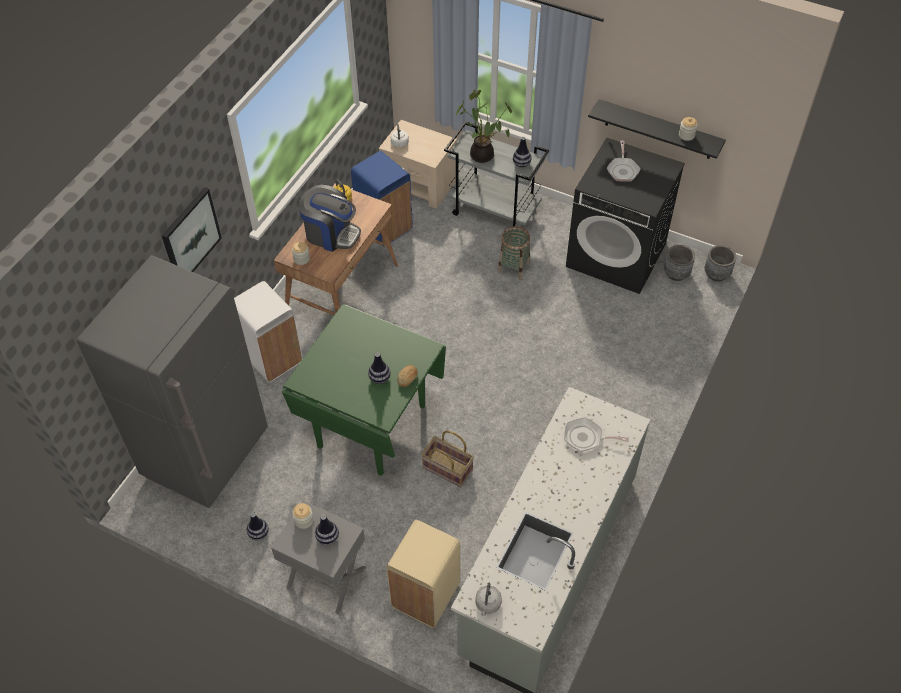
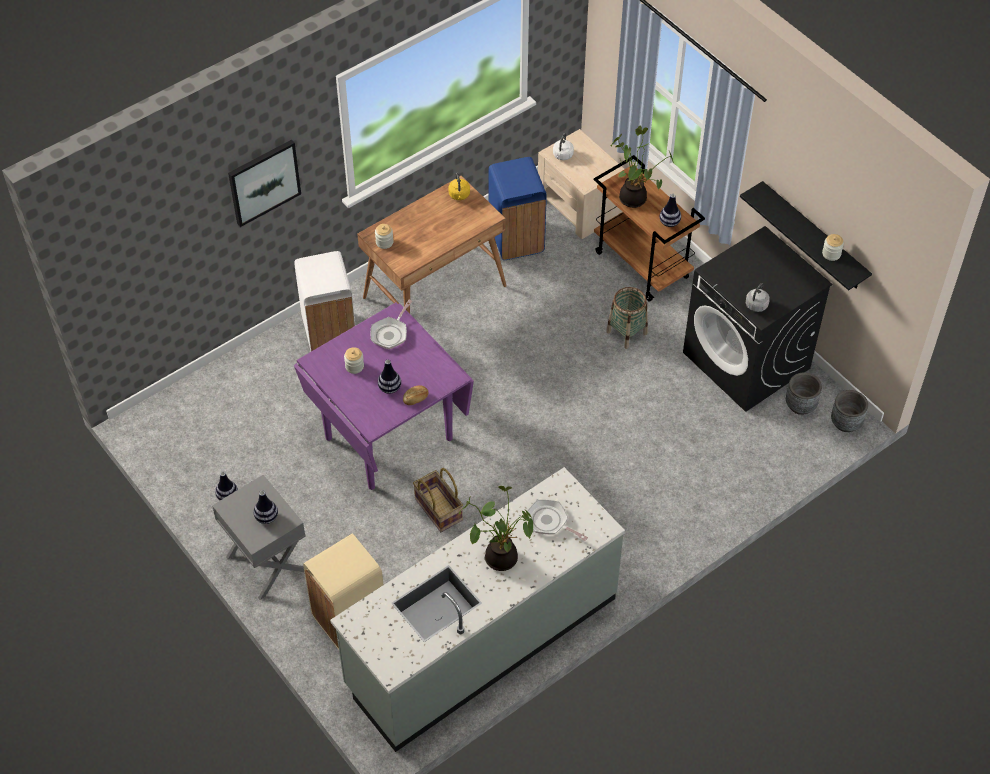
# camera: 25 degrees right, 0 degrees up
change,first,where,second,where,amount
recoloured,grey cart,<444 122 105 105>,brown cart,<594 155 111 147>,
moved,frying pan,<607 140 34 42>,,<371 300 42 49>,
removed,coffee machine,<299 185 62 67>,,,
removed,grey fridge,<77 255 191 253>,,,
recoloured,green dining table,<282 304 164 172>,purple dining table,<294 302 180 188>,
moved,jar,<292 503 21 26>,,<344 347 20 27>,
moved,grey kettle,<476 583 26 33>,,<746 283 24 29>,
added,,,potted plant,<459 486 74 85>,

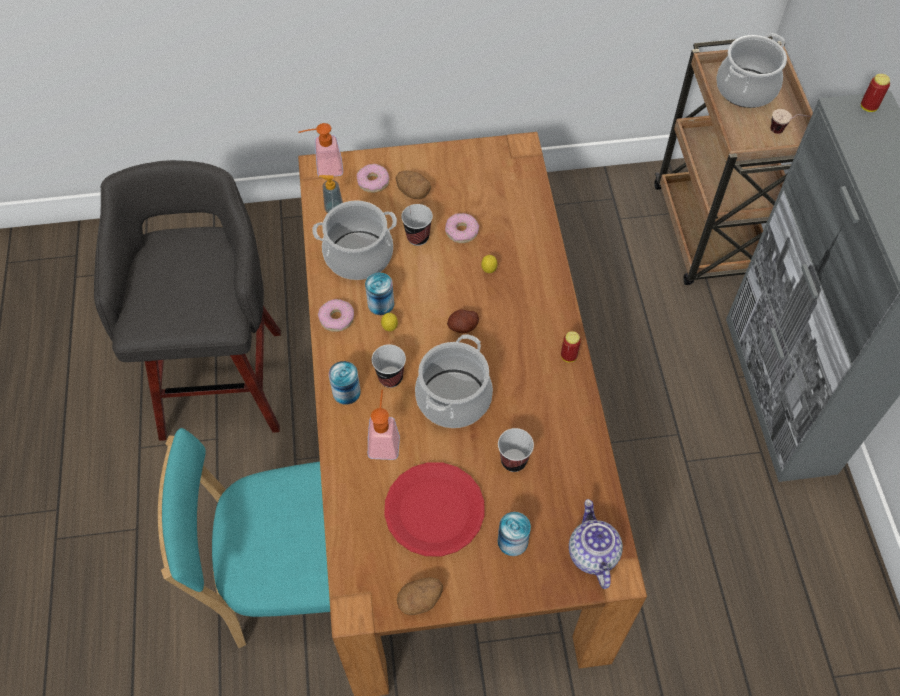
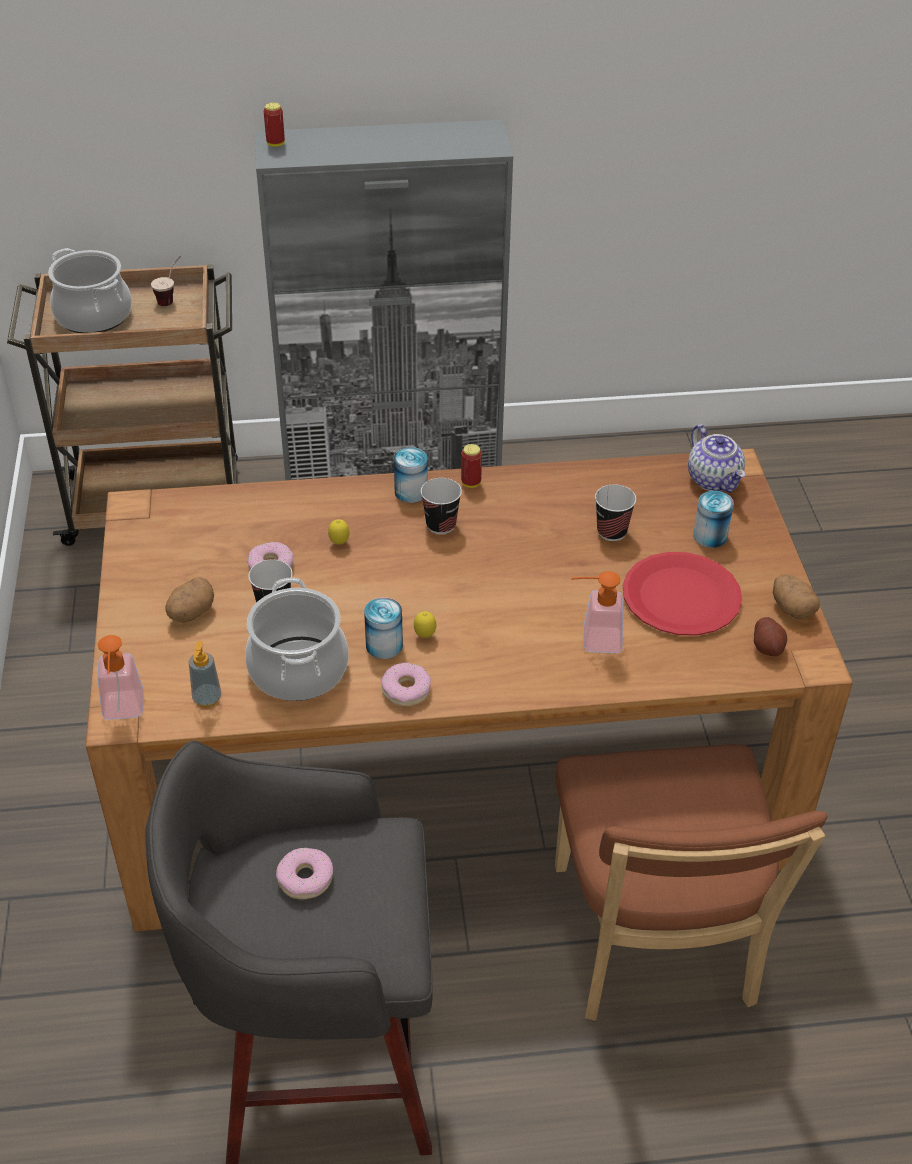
# camera: 90 degrees left, 15 degrees down
change,first,where,second,where,amount
moved,donut,<357 164 32 29>,,<276 848 57 52>,
moved,potato,<447 310 32 23>,,<754 617 33 39>,
removed,cooking pot,<415 334 78 94>,,,
moved,cup,<372 344 34 44>,,<421 478 41 56>,
moved,can,<329 361 32 44>,,<394 447 34 56>,
recoloured,turquoise chair,<158 428 172 220>,brown chair,<555 744 272 277>,
turned,teapot,<569 499 54 90>,,<688 424 57 69>,105 degrees counterclockwise

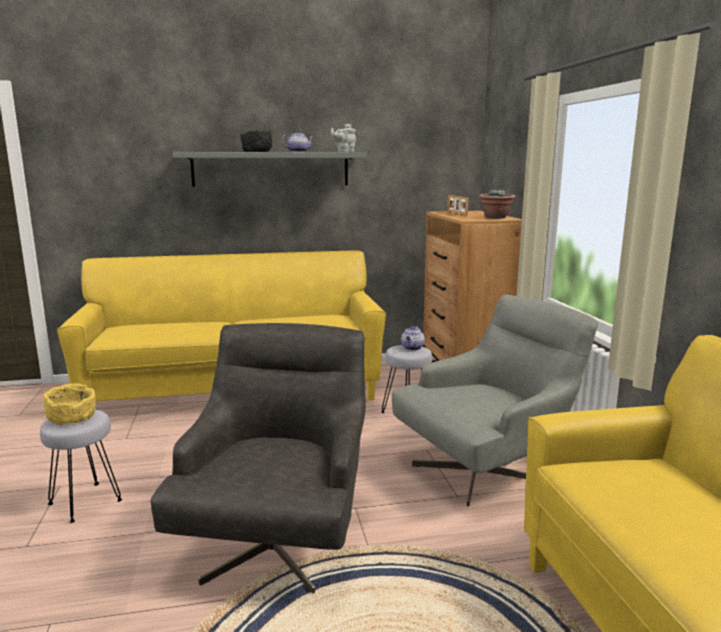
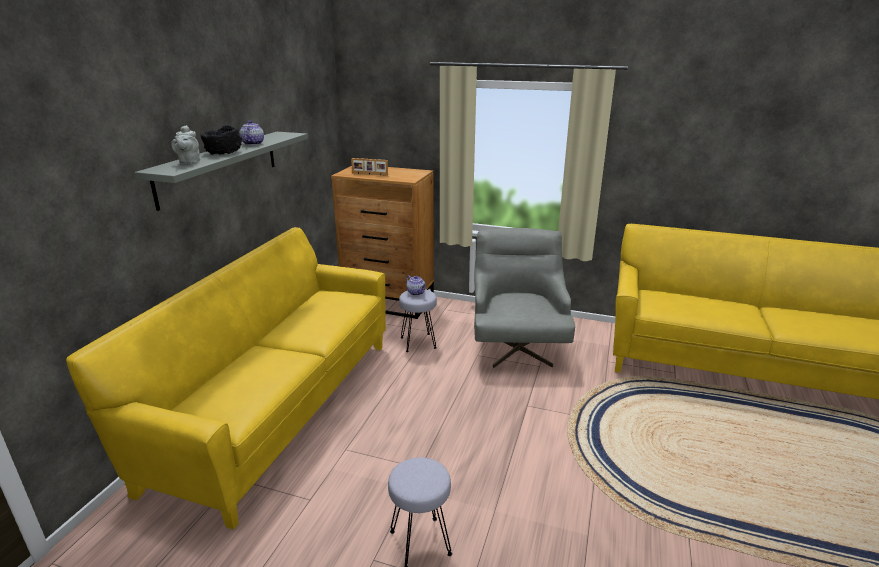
# camera: 60 degrees left, 10 degrees up
change,first,where,second,where,amount
moved,grey teapot,<331 124 25 28>,,<171 125 29 39>,
removed,potted plant,<479 188 37 31>,,,
removed,grey armchair,<151 323 215 270>,,,
removed,yellow bowl,<43 383 53 42>,,,

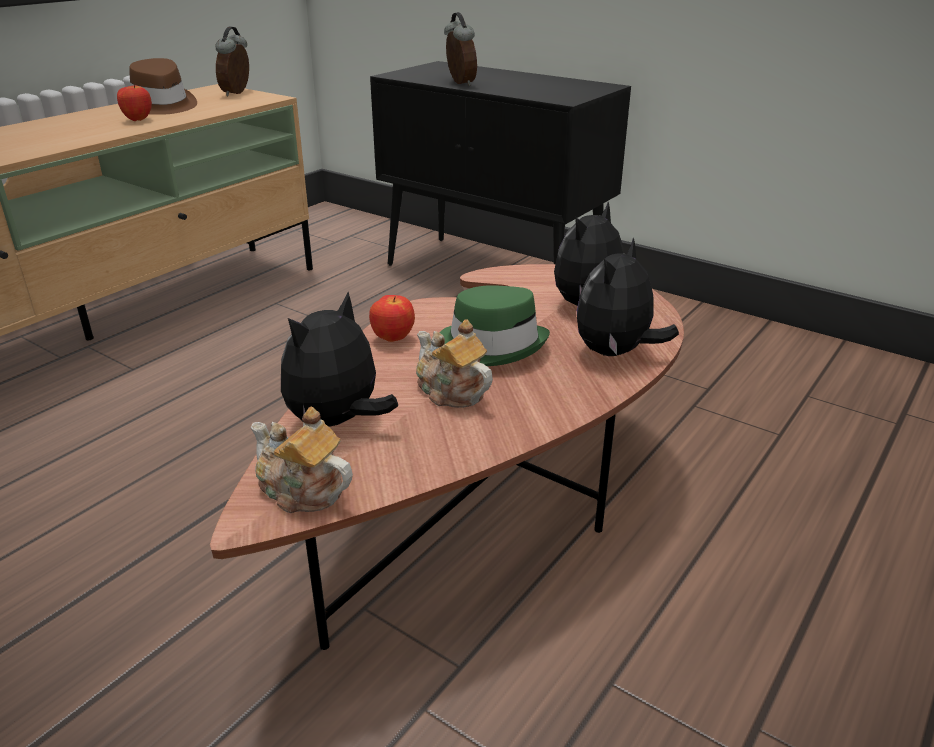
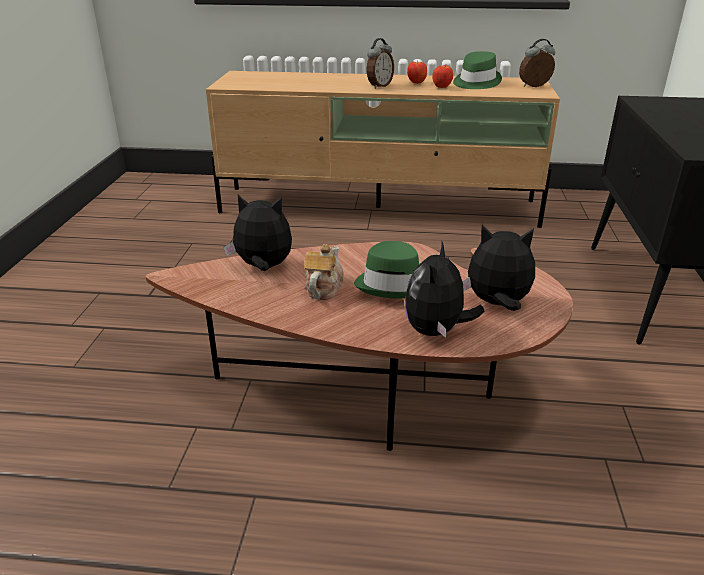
# camera: 60 degrees right, 0 degrees up
change,first,where,second,where,amount
moved,alarm clock,<444 12 33 74>,,<367 38 27 51>,
recoloured,brown hat,<129 58 68 57>,green hat,<453 51 49 38>,
turned,plush toy,<577 238 102 118>,,<404 242 80 96>,75 degrees counterclockwise
moved,apple,<369 295 46 47>,,<407 62 20 22>,
removed,teapot,<250 407 103 106>,,,

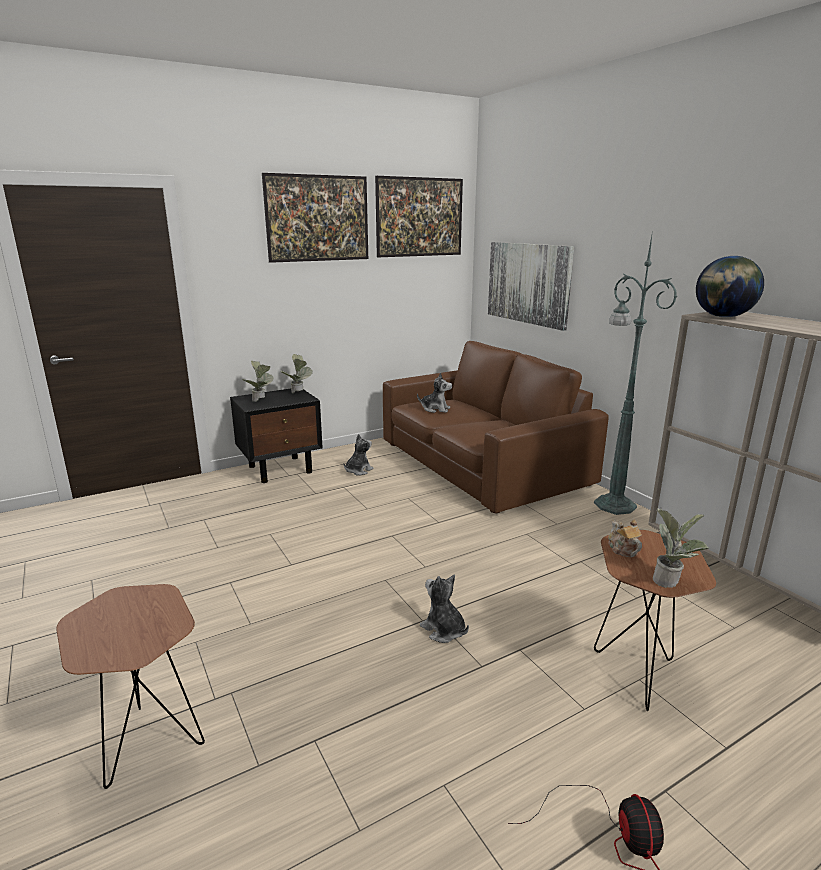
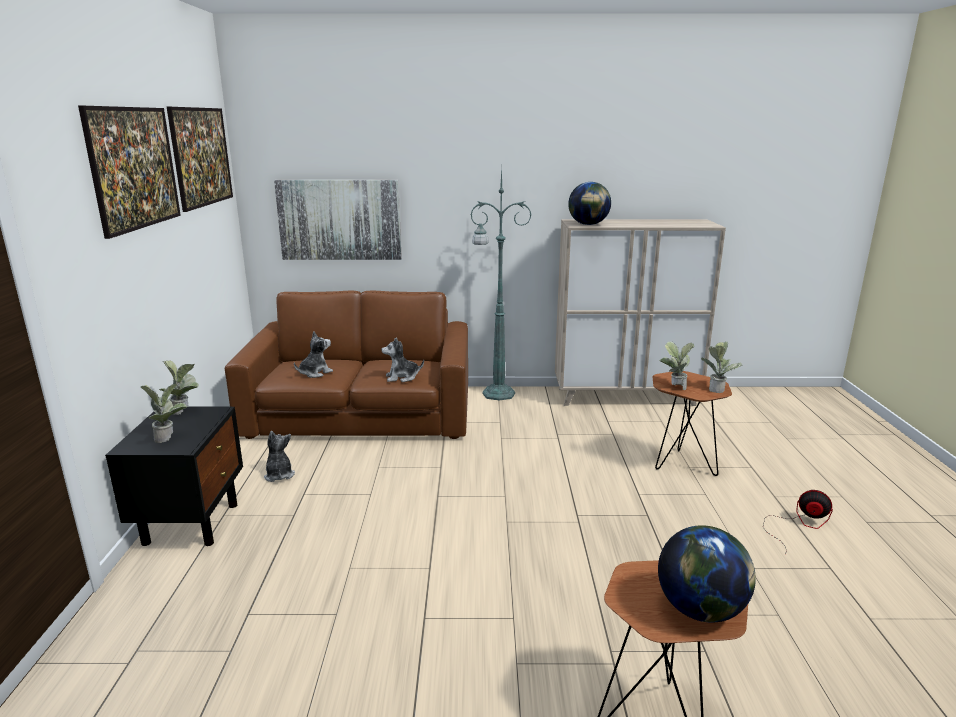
# camera: 60 degrees left, 0 degrees up
change,first,where,second,where,amount
replaced,teapot,<608 519 34 38>,potted plant,<660 341 34 49>,
moved,plush toy,<420 574 49 69>,,<381 338 43 44>,
added,,,globe,<658 525 98 98>,

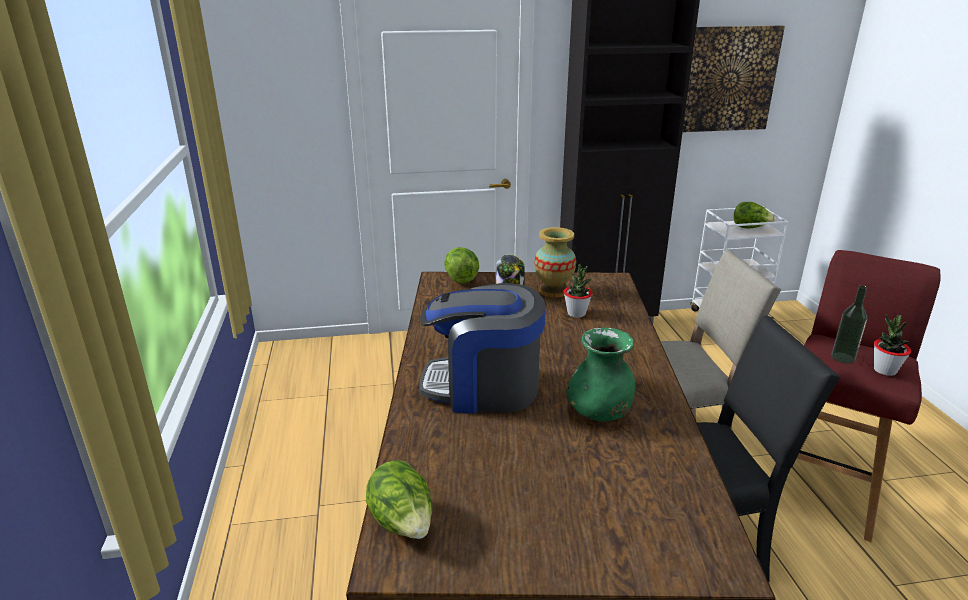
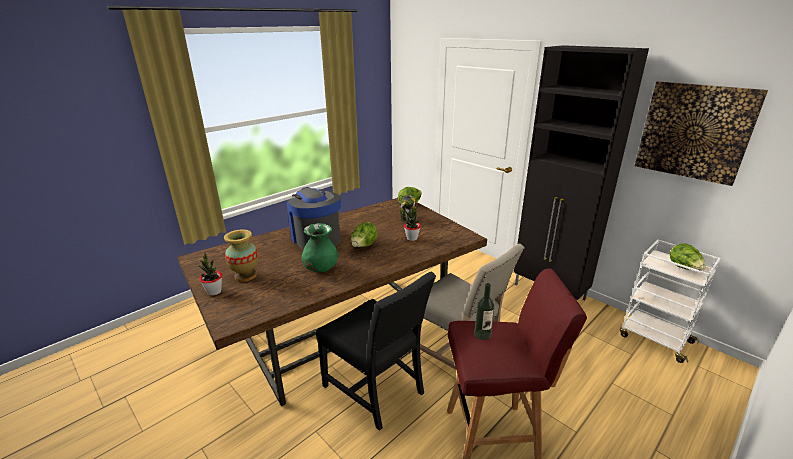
# camera: 55 degrees right, 0 degrees up
change,first,where,second,where,amount
moved,vase,<534 227 42 71>,,<224 229 34 53>,
moved,potted plant,<874 315 37 61>,,<198 253 24 43>,
moved,lettuce,<366 460 67 79>,,<351 222 27 25>,

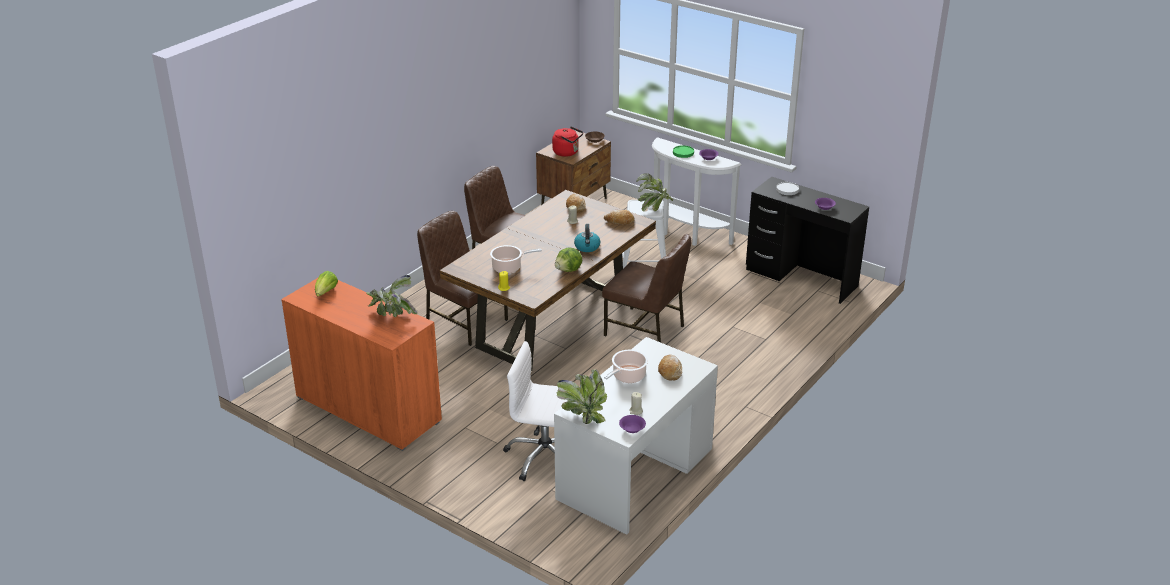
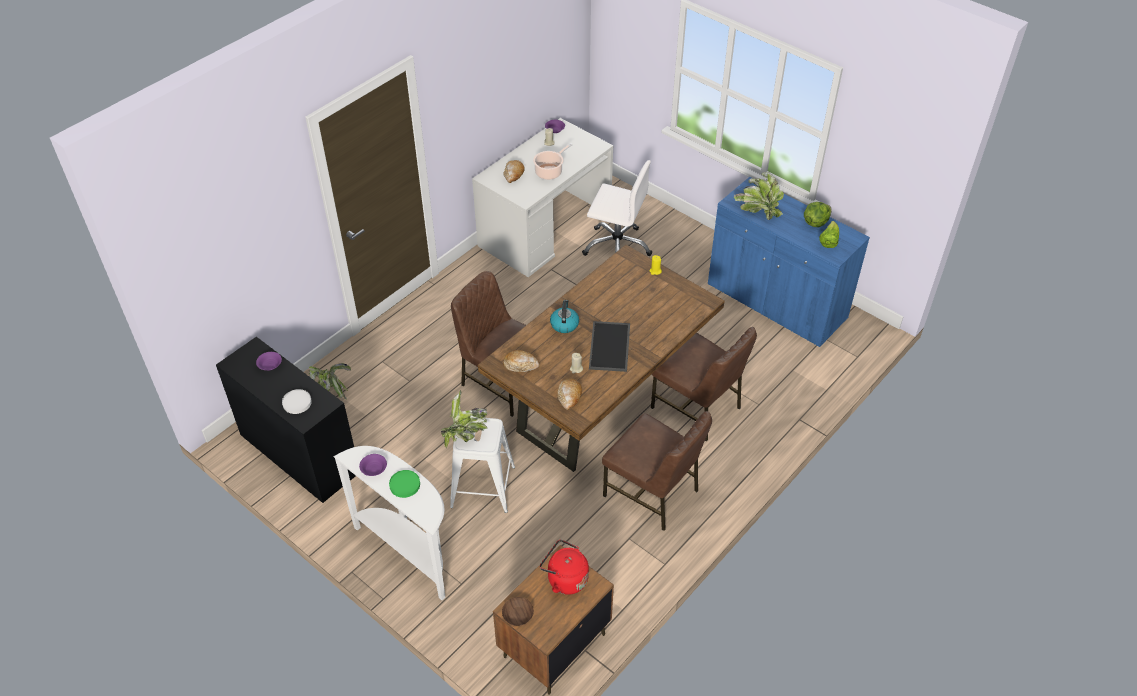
# camera: 175 degrees left, 15 degrees up
change,first,where,second,where,amount
removed,cooking pot,<490 245 52 29>,,,
moved,lettuce,<555 248 27 24>,,<804 202 28 25>,
recoloured,orange cabinet,<281 278 161 173>,blue cabinet,<708 177 162 170>,
moved,potted plant,<556 369 51 55>,,<309 363 42 37>,
added,,,tray,<589 321 41 51>,

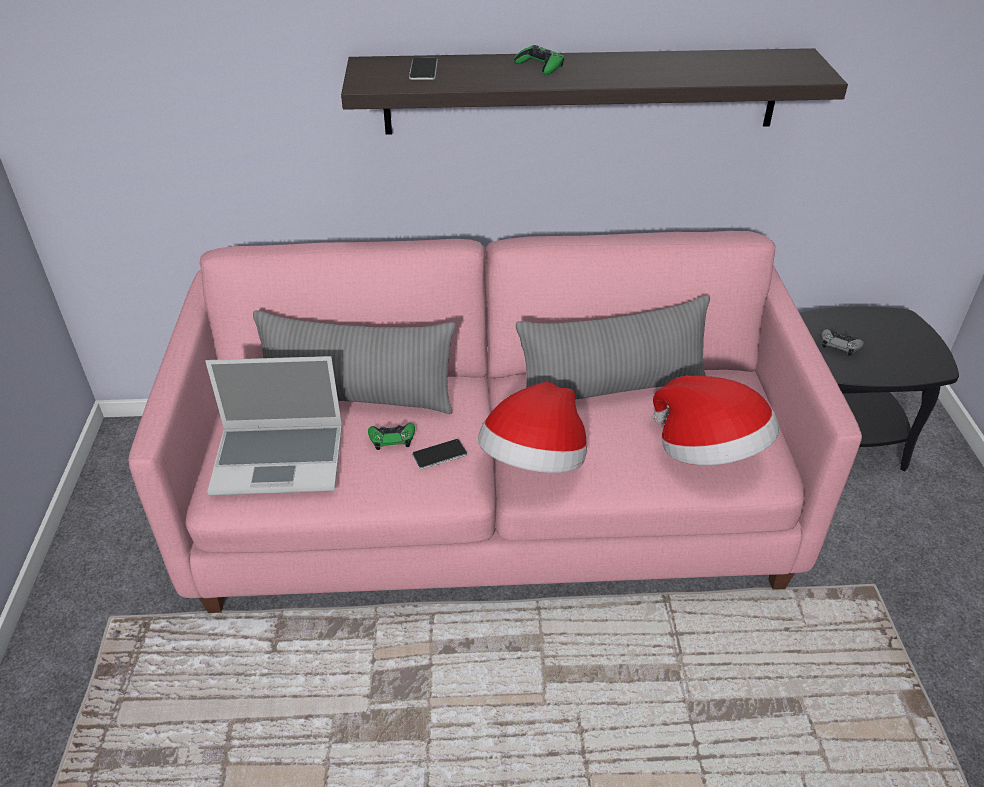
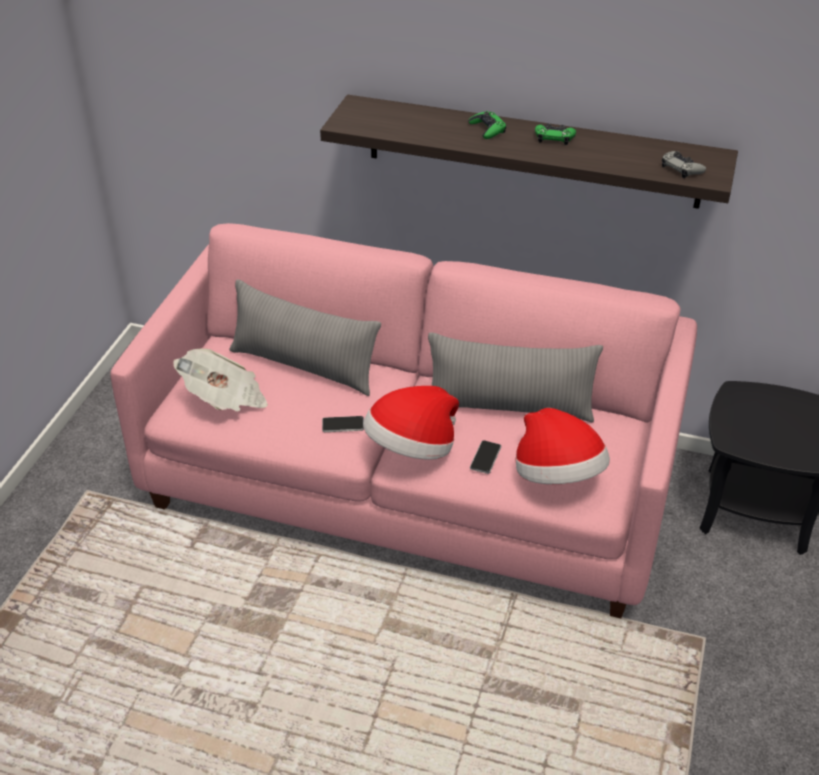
# camera: 20 degrees right, 0 degrees up
change,first,where,second,where,amount
moved,phone,<409 58 29 22>,,<470 440 31 34>,
moved,grey game controller,<821 329 43 27>,,<662 151 44 27>,
replaced,laptop,<205 356 137 140>,newspaper,<173 348 95 63>,
moved,green game controller,<368 422 47 28>,,<535 123 41 22>,

